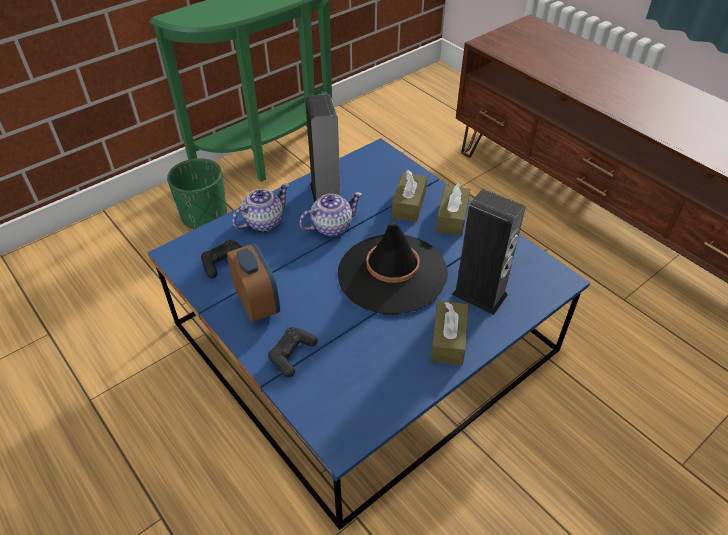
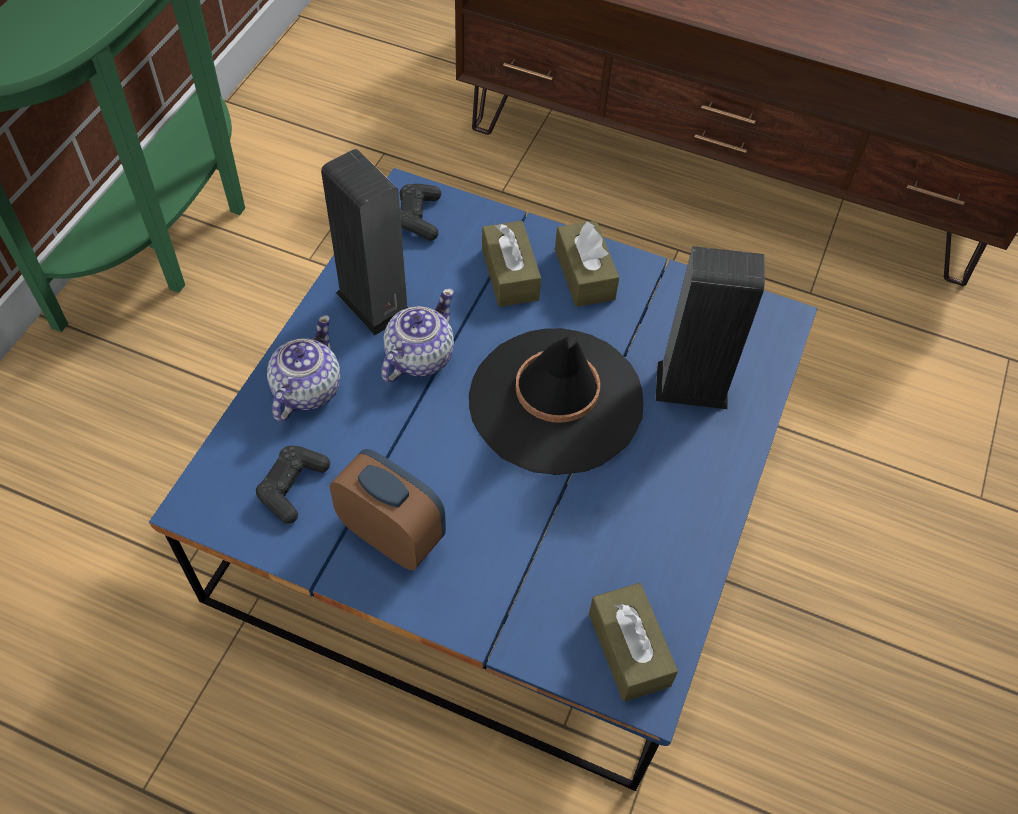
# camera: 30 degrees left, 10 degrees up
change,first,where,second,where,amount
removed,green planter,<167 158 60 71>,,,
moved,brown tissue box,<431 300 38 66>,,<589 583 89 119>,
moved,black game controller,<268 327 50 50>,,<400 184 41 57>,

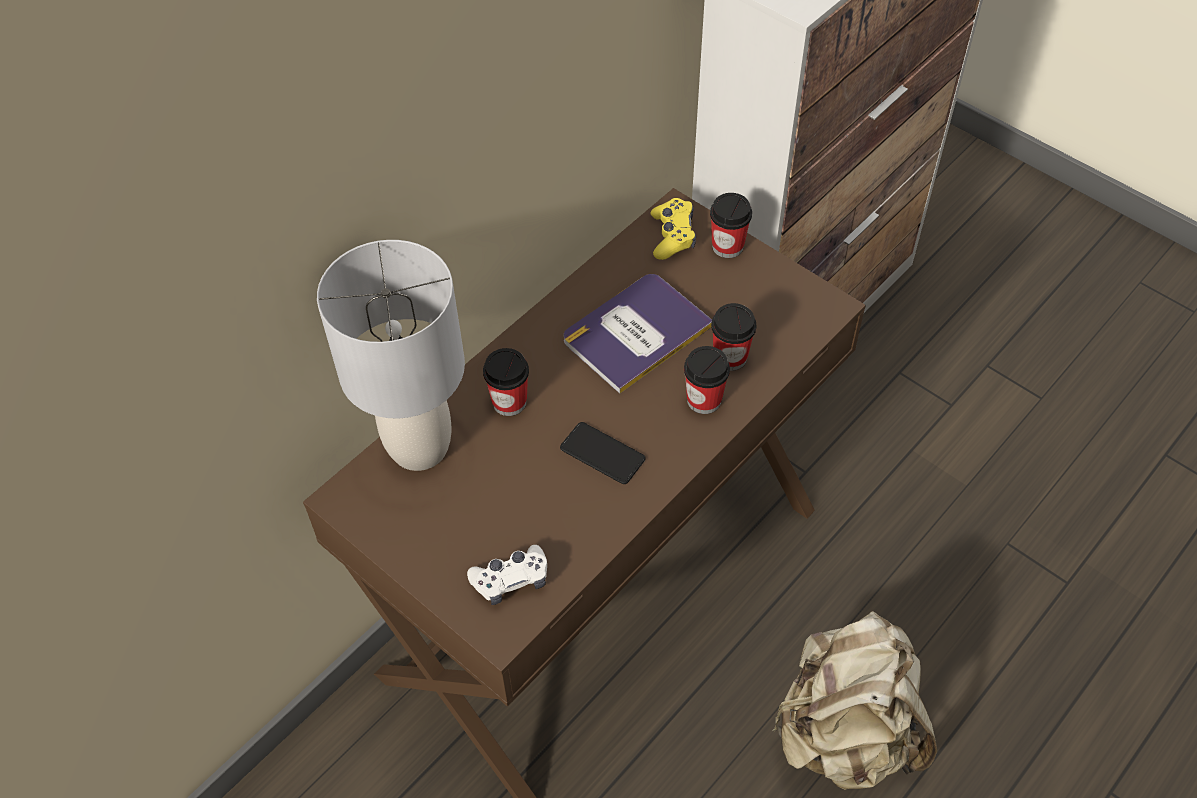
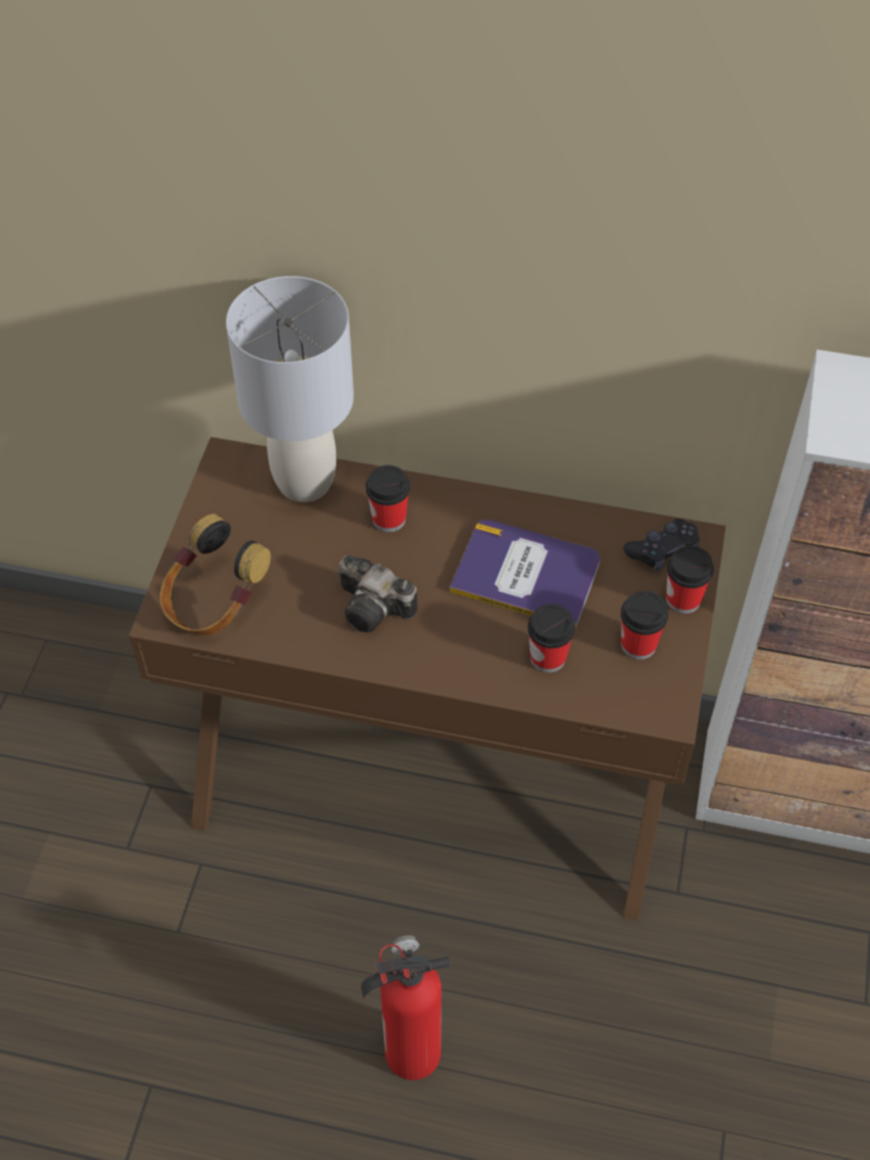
# camera: 60 degrees right, 0 degrees up
change,first,where,second,where,amount
recoloured,yellow game controller,<651 198 45 62>,black game controller,<624 519 76 52>,
moved,cup,<684 346 46 68>,,<621 591 47 69>,
replaced,phone,<560 422 86 62>,photo camera,<338 555 80 77>,
replaced,white game controller,<467 545 80 60>,headphones,<160 514 111 122>,
replaced,beige backpack,<772 611 165 179>,fire extinguisher,<361 935 90 145>,

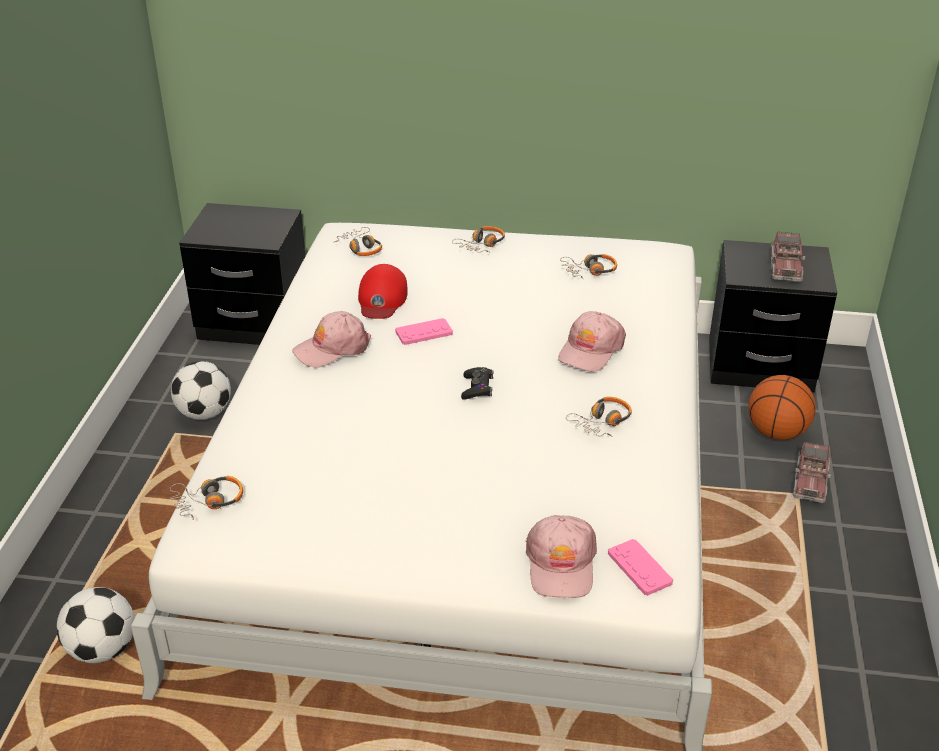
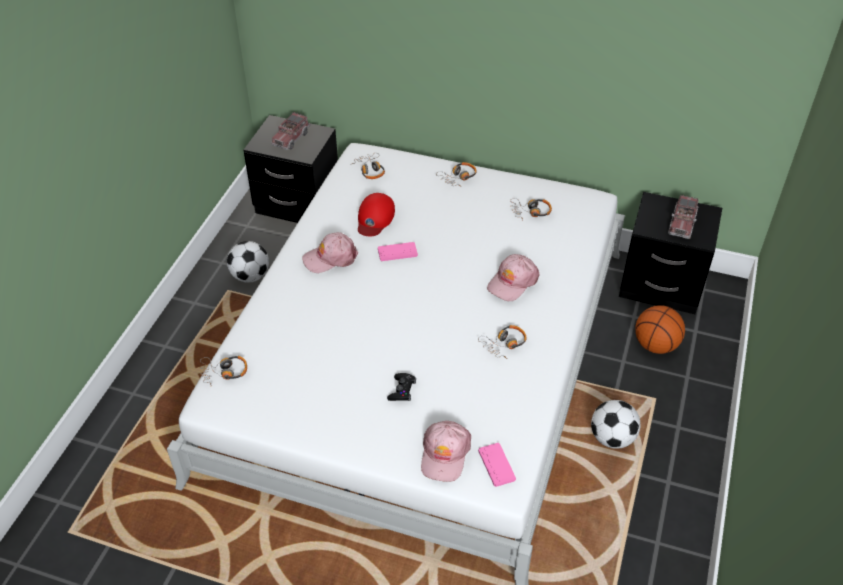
# camera: 10 degrees right, 10 degrees up
change,first,where,second,where,amount
moved,black game controller,<461 367 33 33>,,<387 373 29 28>,
moved,toy truck,<793 441 38 62>,,<271 112 40 38>,
moved,football,<57 587 78 76>,,<591 400 50 49>,

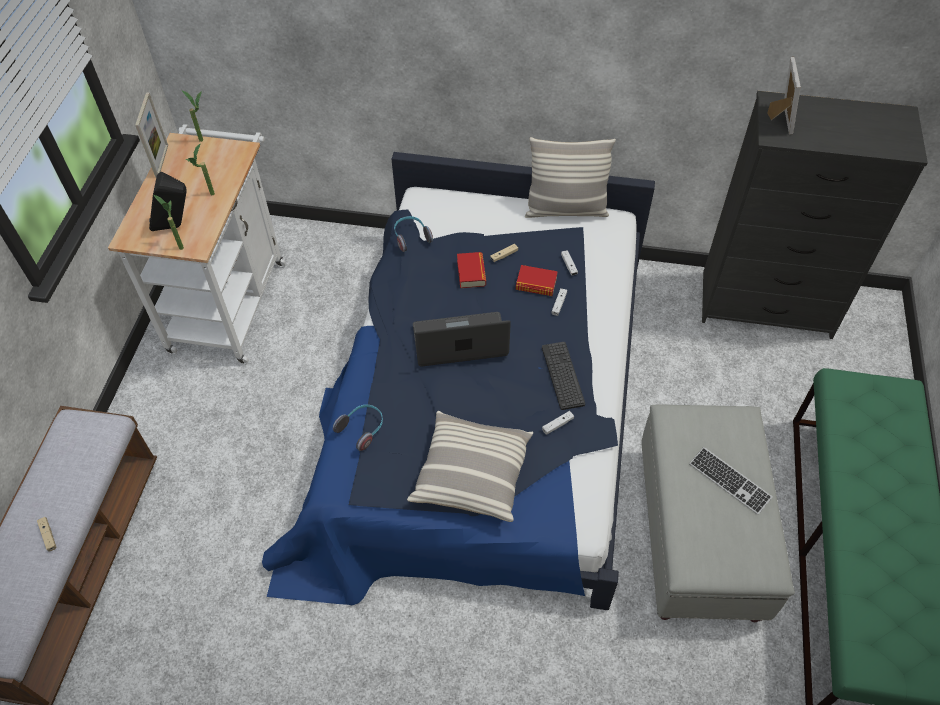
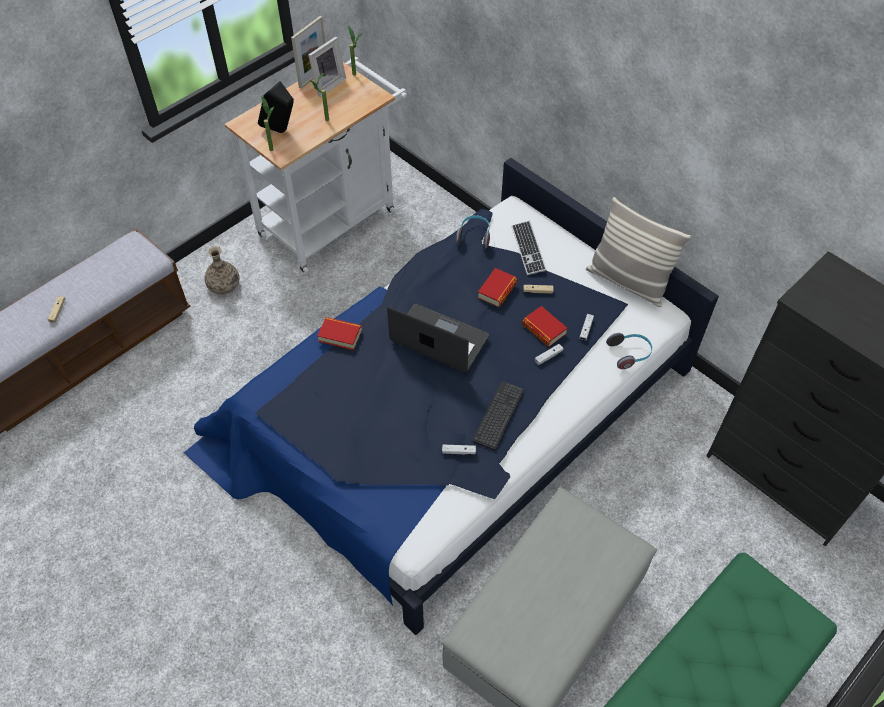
# camera: 35 degrees right, 0 degrees up
change,first,where,second,where,amount
moved,picture frame,<767 57 34 78>,,<308 37 38 60>,
moved,headphones,<333 405 50 46>,,<606 333 46 36>,
removed,pillow,<407 411 126 111>,,,
moved,keyboard,<689 447 84 68>,,<512 221 34 54>,
added,,,vase,<205 246 34 49>,
added,,,book,<317 317 45 33>,

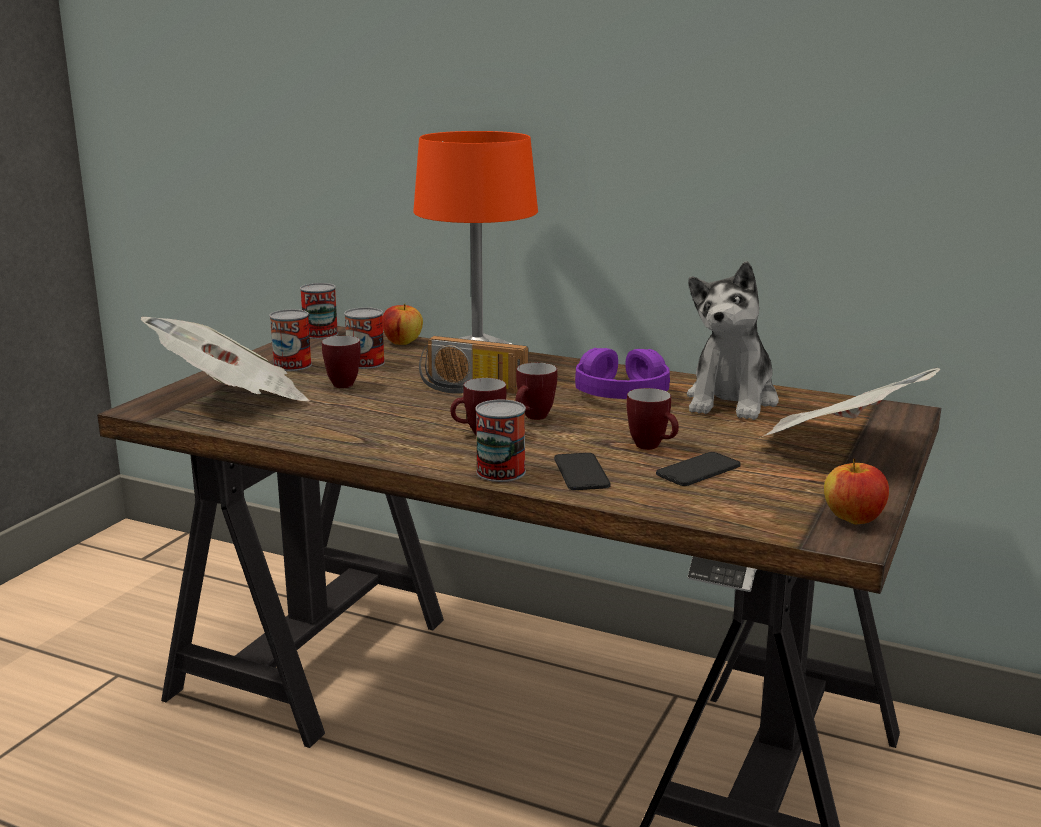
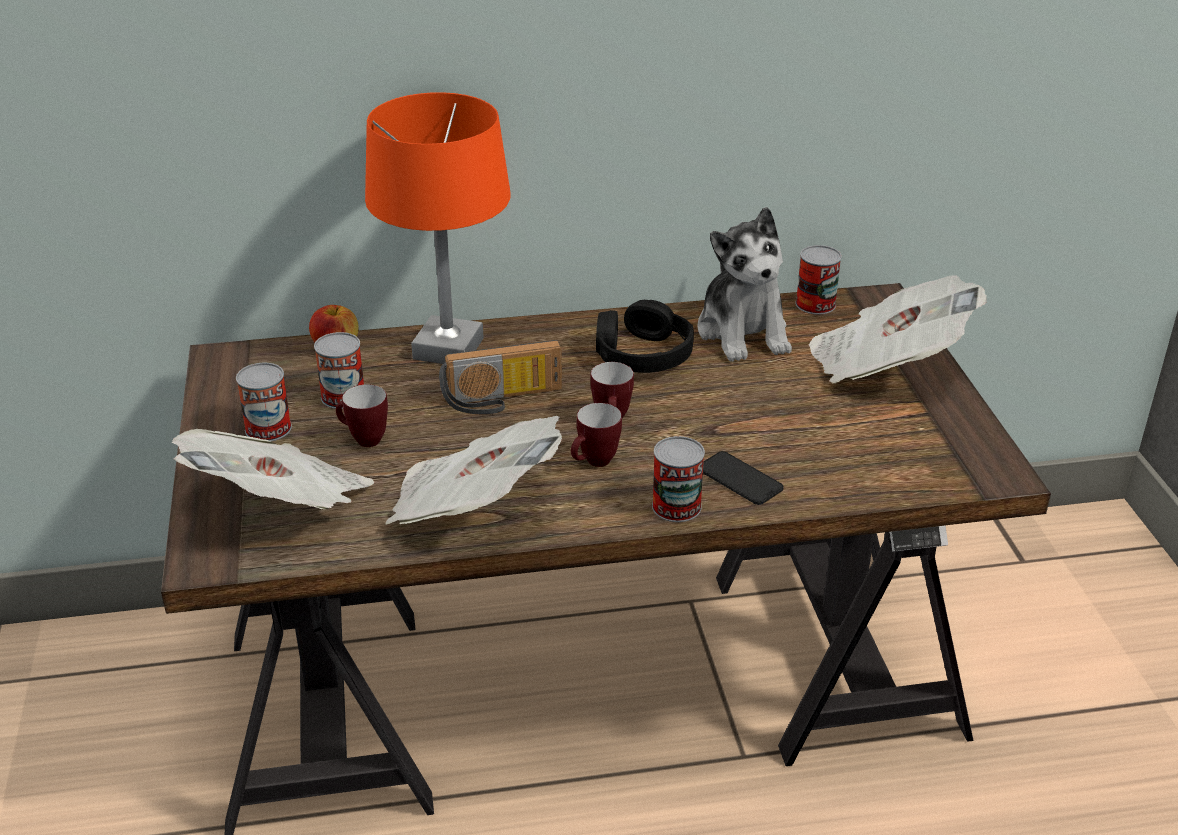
# camera: 35 degrees left, 15 degrees up
change,first,where,second,where,amount
moved,can,<300 283 38 56>,,<795 245 47 70>,
recoloured,purple headphones,<575 348 95 51>,black headphones,<596 300 98 73>,
removed,mug,<627 388 52 62>,,,
removed,phone,<656 452 85 34>,,,
removed,apple,<824 458 65 66>,,,
added,,,newspaper,<386 416 176 108>,

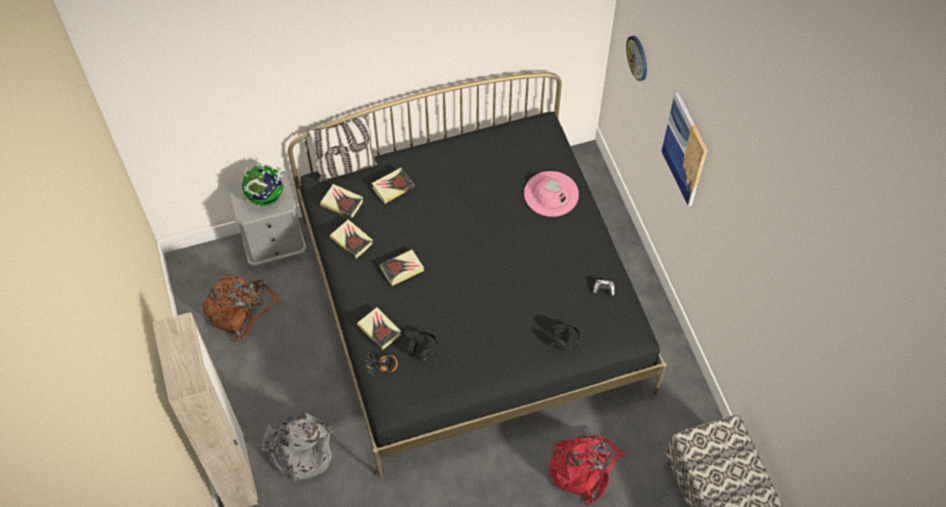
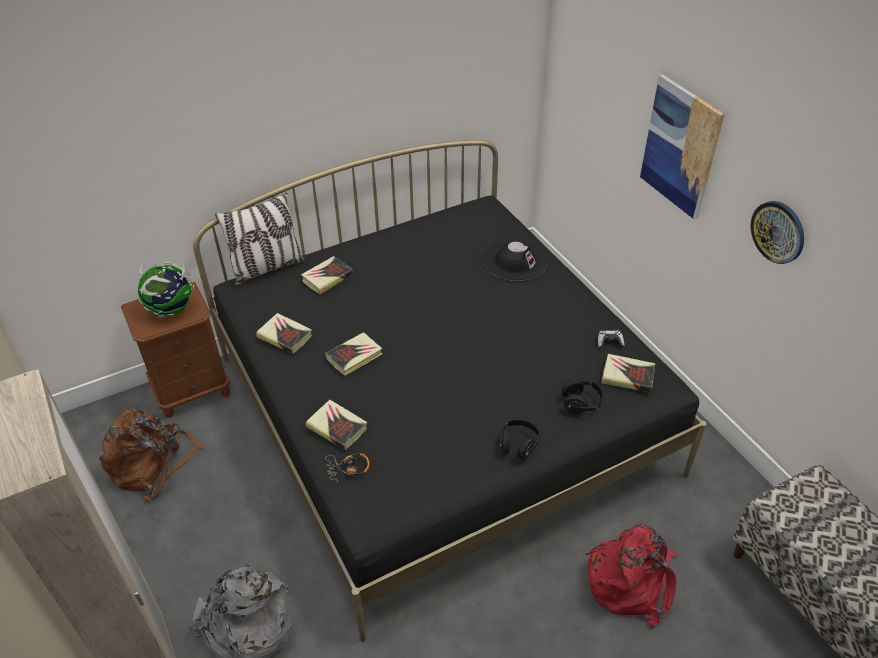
# camera: 10 degrees left, 15 degrees down
change,first,where,second,where,amount
moved,wall clock,<626 36 21 45>,,<751 201 53 63>,
recoloured,grey nightstand,<227 171 80 100>,brown nightstand,<121 282 109 136>,
recoloured,pink hat,<524 171 55 46>,black hat,<483 239 65 42>,
moved,book,<320 184 43 35>,,<601 354 54 38>,
moved,black headphones,<408 331 31 31>,,<500 420 40 39>,

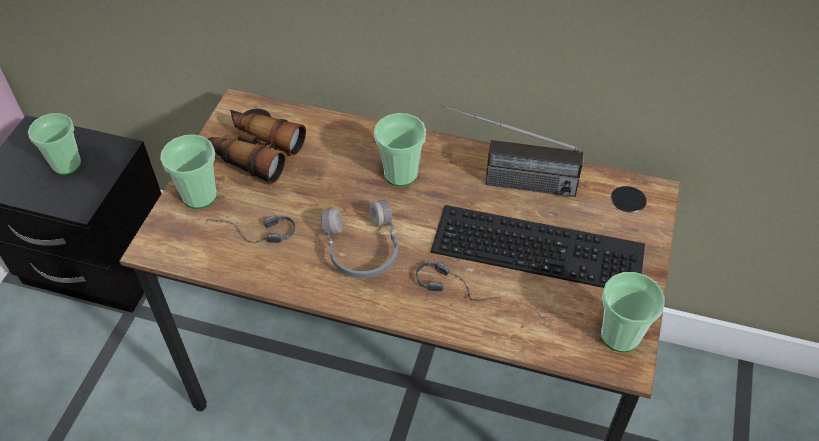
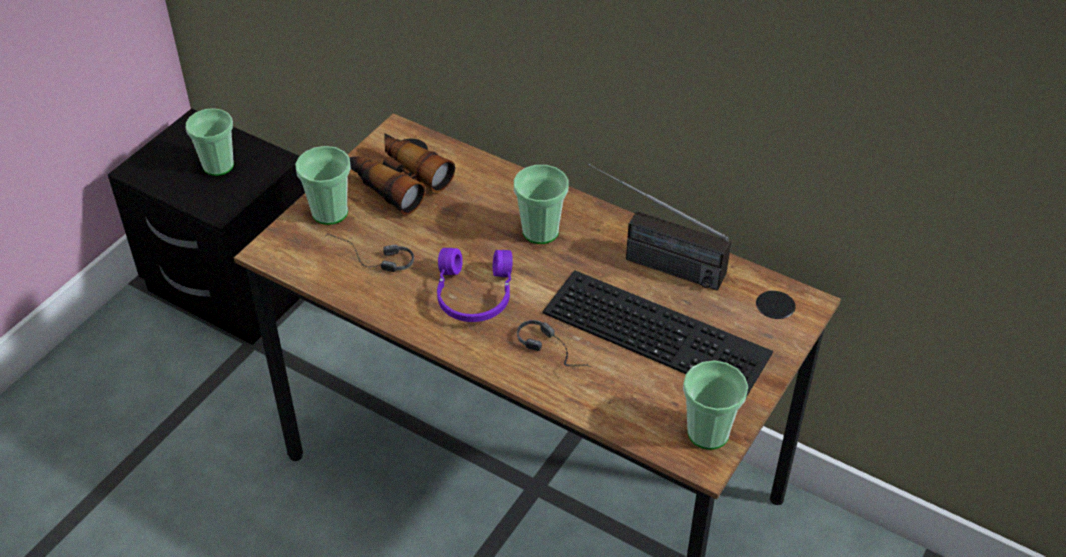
# camera: 15 degrees right, 5 degrees down
change,first,where,second,where,amount
recoloured,grey headphones,<321 200 77 78>,purple headphones,<437 248 76 74>,

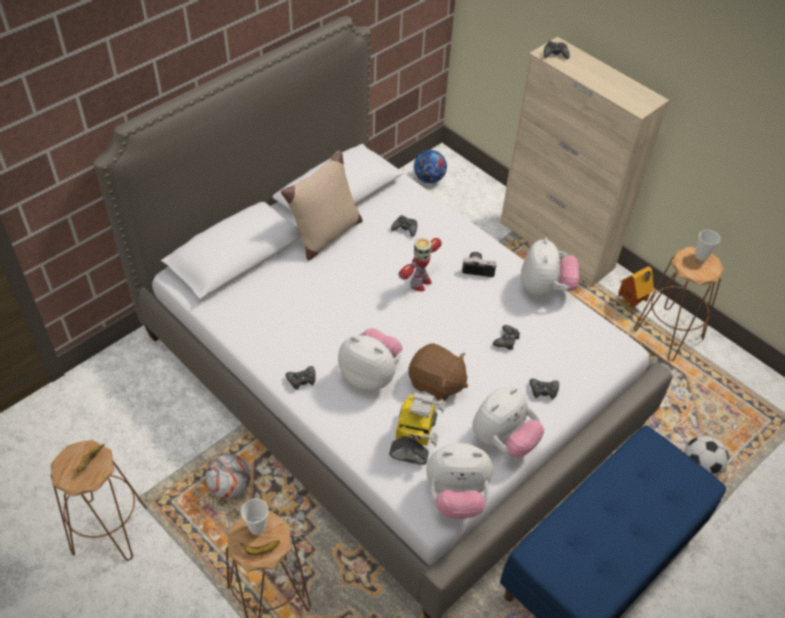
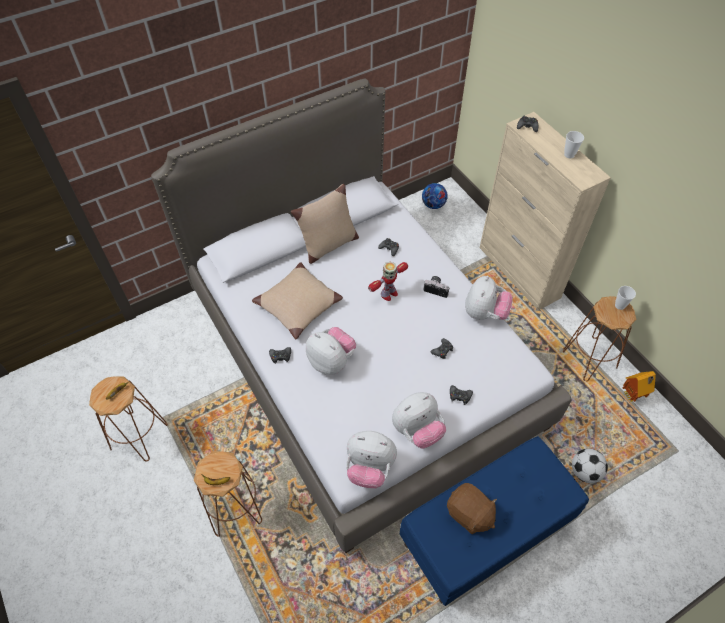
# camera: 15 degrees right, 5 degrees up
change,first,where,second,where,amount
moved,toy house,<618 266 36 45>,,<623 371 33 31>,
moved,brown plush toy,<408 343 60 58>,,<447 483 50 52>,
removed,toy robot,<389 392 57 73>,,,
removed,football,<206 454 45 45>,,,
moved,cup,<241 499 28 36>,,<564 131 20 27>,
added,,,beige pillow,<252 262 91 77>,

